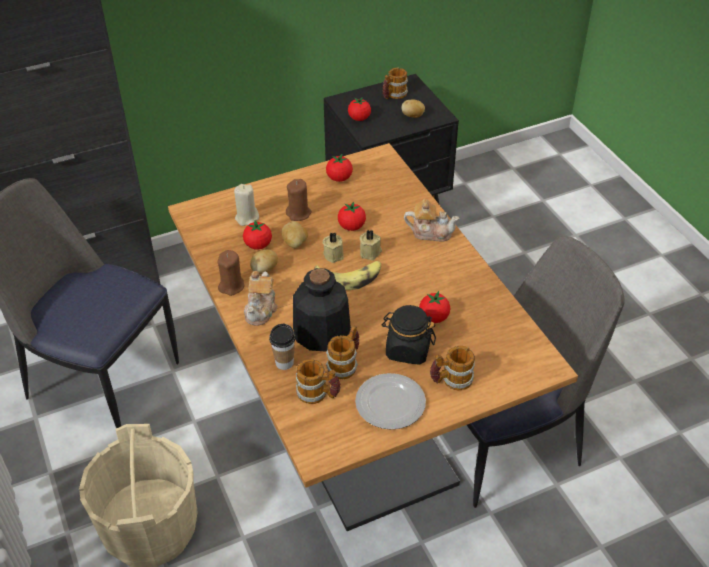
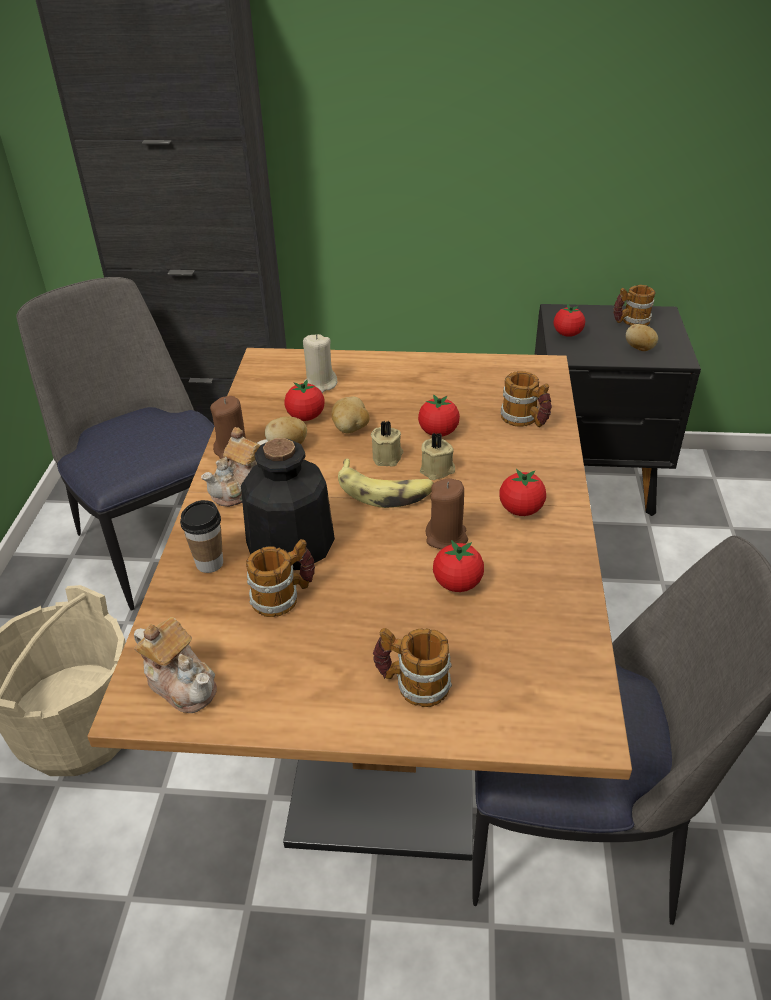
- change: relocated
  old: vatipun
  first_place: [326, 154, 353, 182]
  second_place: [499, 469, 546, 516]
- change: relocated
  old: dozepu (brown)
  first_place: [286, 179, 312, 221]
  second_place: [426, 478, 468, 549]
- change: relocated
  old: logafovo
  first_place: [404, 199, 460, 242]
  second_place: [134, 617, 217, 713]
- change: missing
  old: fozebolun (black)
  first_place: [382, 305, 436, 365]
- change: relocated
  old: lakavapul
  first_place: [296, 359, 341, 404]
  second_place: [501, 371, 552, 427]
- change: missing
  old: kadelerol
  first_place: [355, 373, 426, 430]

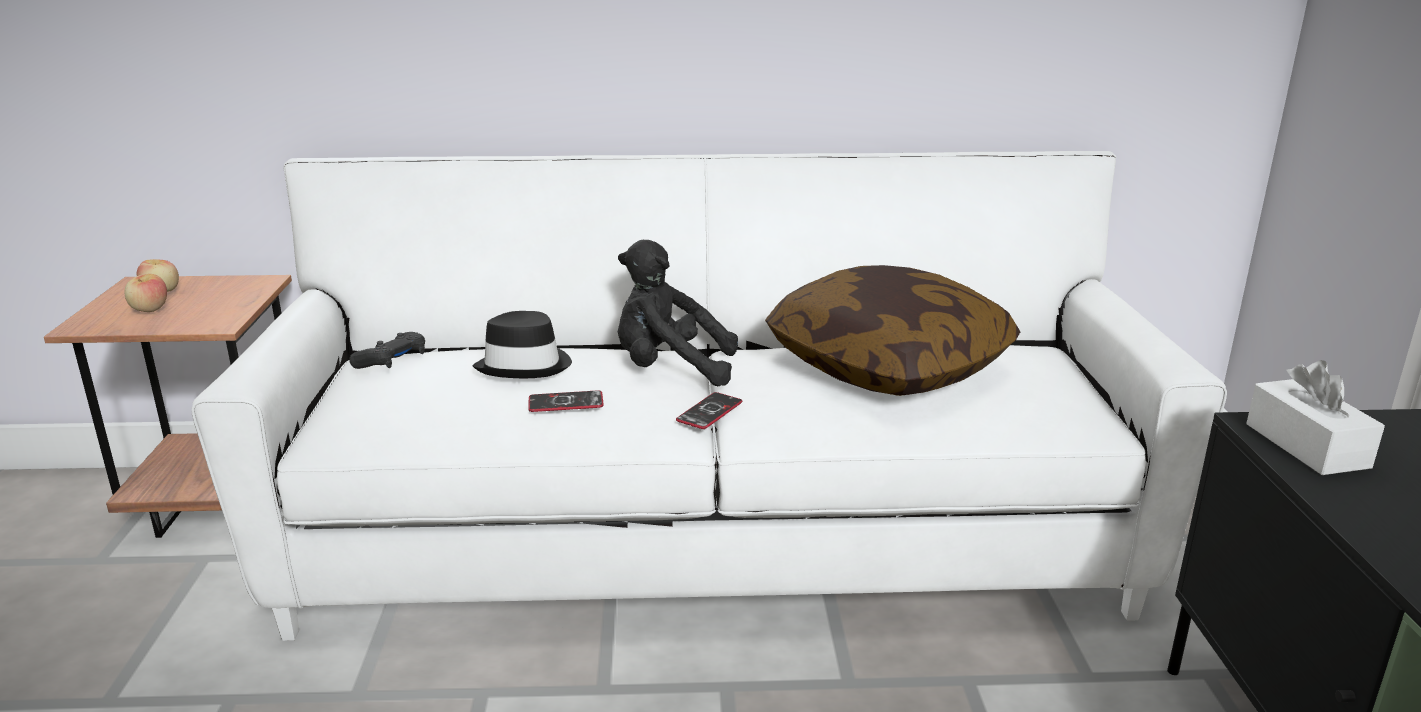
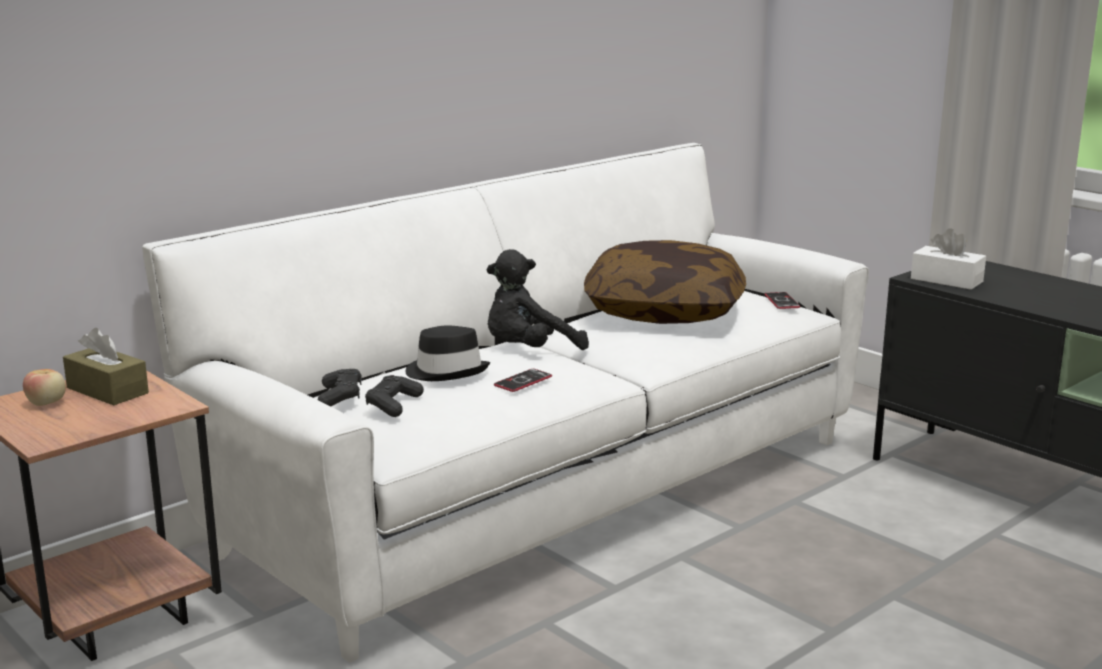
- change: missing
  old: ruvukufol
  first_place: [125, 274, 167, 312]
- change: relocated
  old: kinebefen
  first_place: [676, 392, 742, 429]
  second_place: [764, 292, 800, 309]
- change: appeared
  new: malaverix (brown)
  second_place: [63, 328, 149, 405]
- change: appeared
  new: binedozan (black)
  second_place: [365, 375, 424, 417]

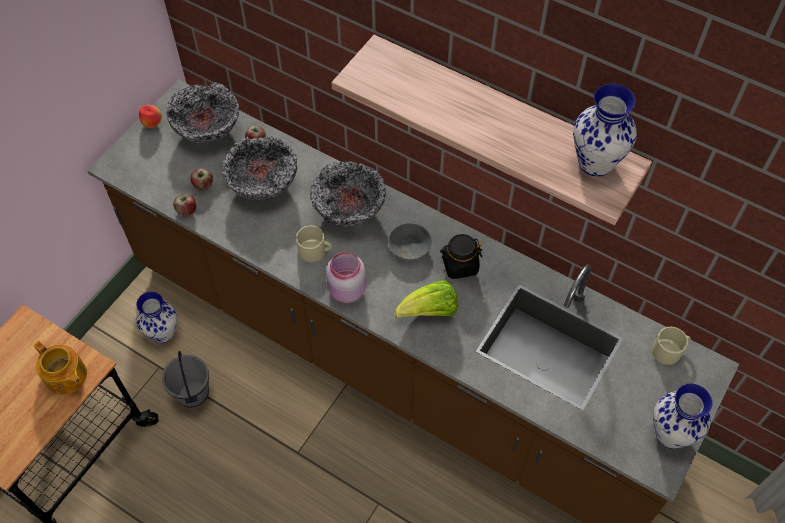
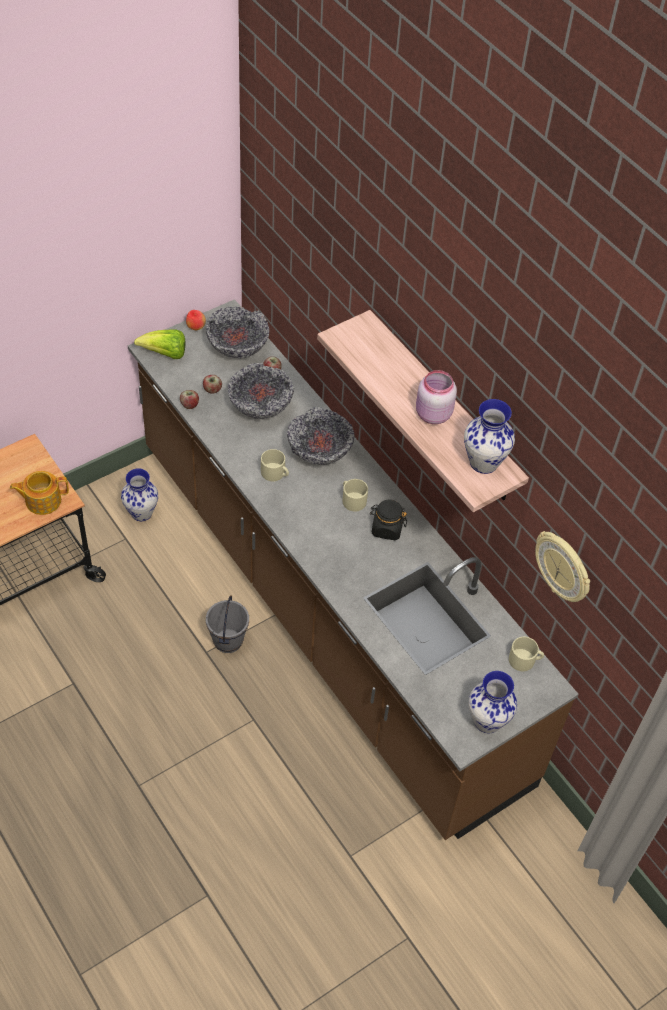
- change: exchanged
  old: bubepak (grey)
  new: lakavapul (beige)
  first_place: [388, 223, 432, 260]
  second_place: [343, 479, 368, 512]
- change: relocated
  old: fozebolun (pink)
  first_place: [326, 252, 366, 303]
  second_place: [416, 370, 457, 424]
- change: relocated
  old: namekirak
  first_place: [394, 280, 458, 318]
  second_place: [134, 329, 185, 359]
- change: spun
  old: logafovo
  first_place: [34, 341, 87, 395]
  second_place: [10, 471, 69, 515]
  degrees: 105
- change: relocated
  old: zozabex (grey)
  first_place: [162, 351, 209, 409]
  second_place: [206, 596, 249, 653]
- change: appeared
  new: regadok
  second_place: [535, 531, 590, 602]

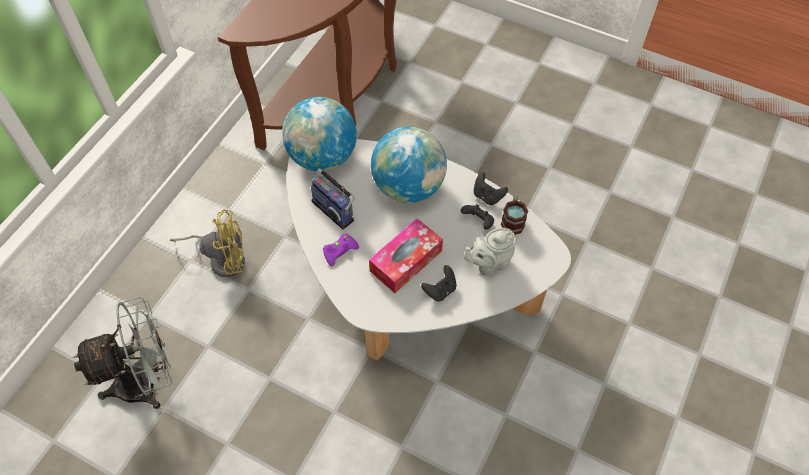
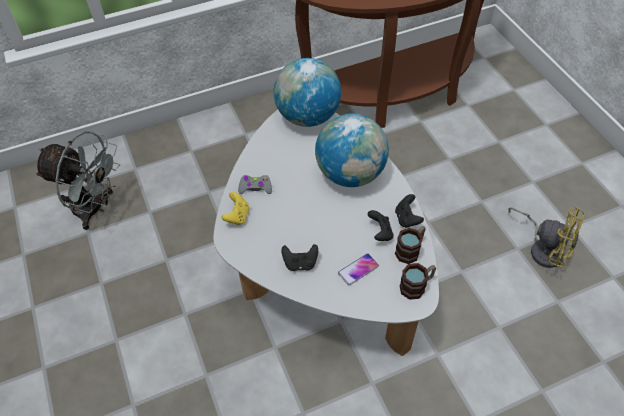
- change: missing
  old: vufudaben
  first_place: [311, 168, 355, 230]
- change: relocated
  old: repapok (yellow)
  first_place: [170, 209, 245, 277]
  second_place: [508, 207, 585, 268]
- change: missing
  old: malaverix
  first_place: [369, 218, 443, 293]
- change: exchanged
  old: logafovo (grey)
  new: kinebefen
  first_place: [464, 228, 516, 276]
  second_place: [338, 253, 379, 285]
- change: colour
  old: binedozan (purple)
  new: binedozan (grey)
  first_place: [323, 233, 359, 266]
  second_place: [238, 175, 272, 194]
- change: appeared
  new: binedozan (yellow)
  second_place: [222, 192, 249, 225]
- change: appeared
  new: lakavapul
  second_place: [399, 263, 436, 300]

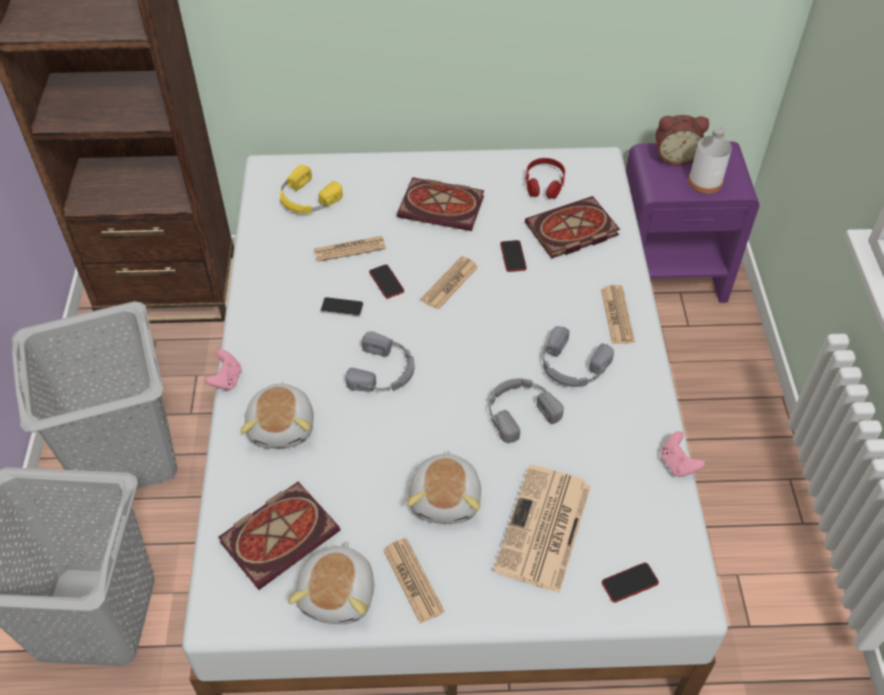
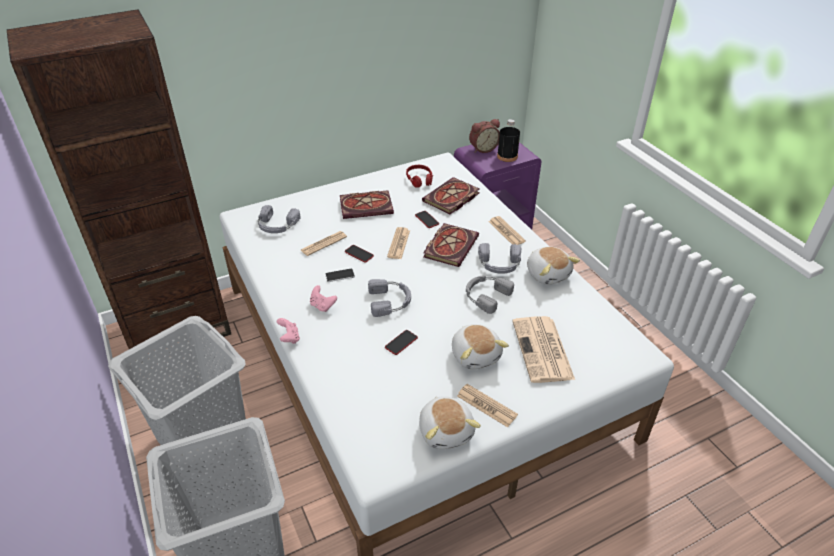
- change: colour
  old: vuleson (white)
  new: vuleson (black)
  first_place: [688, 127, 732, 194]
  second_place: [497, 119, 520, 162]
- change: colour
  old: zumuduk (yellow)
  new: zumuduk (grey)
  first_place: [280, 165, 343, 214]
  second_place: [258, 205, 300, 233]
- change: relocated
  old: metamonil
  first_place: [241, 382, 314, 448]
  second_place: [527, 247, 580, 285]
- change: relocated
  old: binedozan (pink)
  first_place: [661, 431, 705, 477]
  second_place: [310, 285, 337, 312]
- change: relocated
  old: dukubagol
  first_place: [218, 482, 340, 590]
  second_place: [423, 223, 479, 267]
- change: relocated
  old: kinebefen
  first_place: [602, 563, 659, 602]
  second_place: [385, 330, 418, 355]

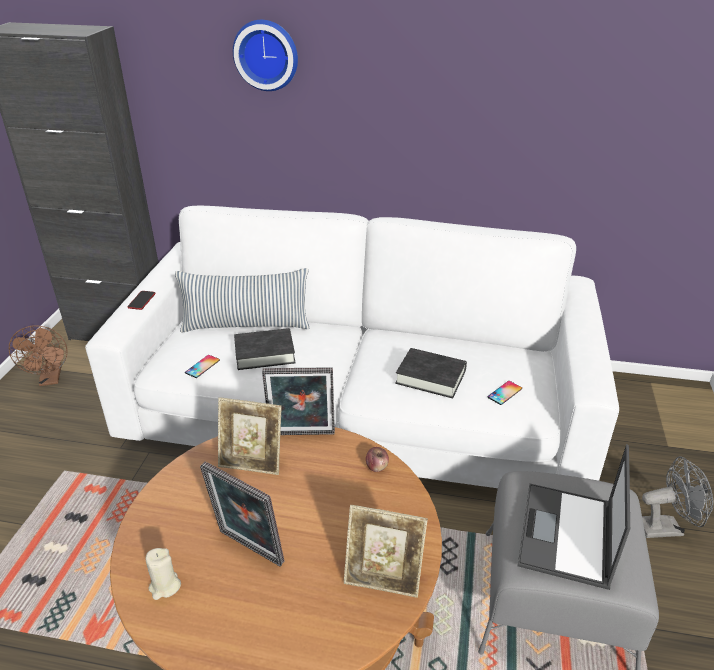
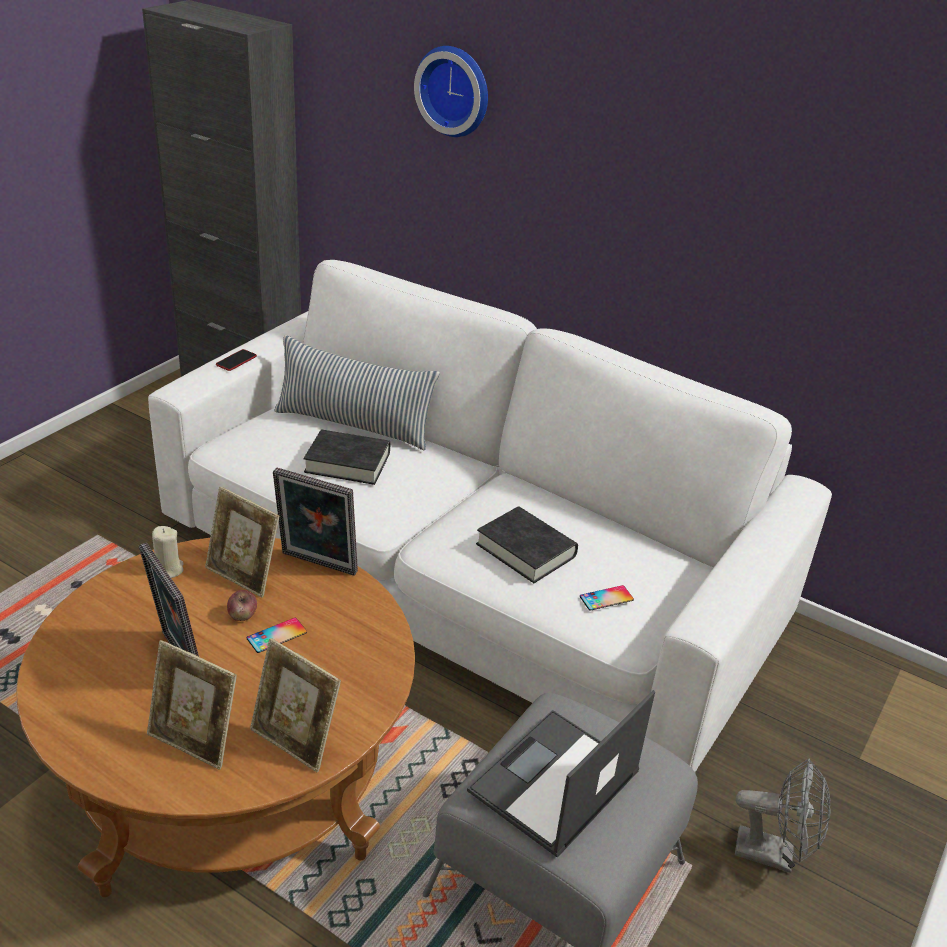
- change: missing
  old: repapok (brown)
  first_place: [9, 326, 68, 386]
- change: relocated
  old: kinebefen
  first_place: [185, 355, 220, 378]
  second_place: [247, 618, 307, 653]
- change: relocated
  old: ruvukufol
  first_place: [366, 447, 389, 472]
  second_place: [227, 590, 257, 621]
- change: relocated
  old: dozepu (beige)
  first_place: [146, 548, 181, 600]
  second_place: [152, 526, 184, 578]
- change: appeared
  new: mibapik
  second_place: [147, 640, 237, 770]

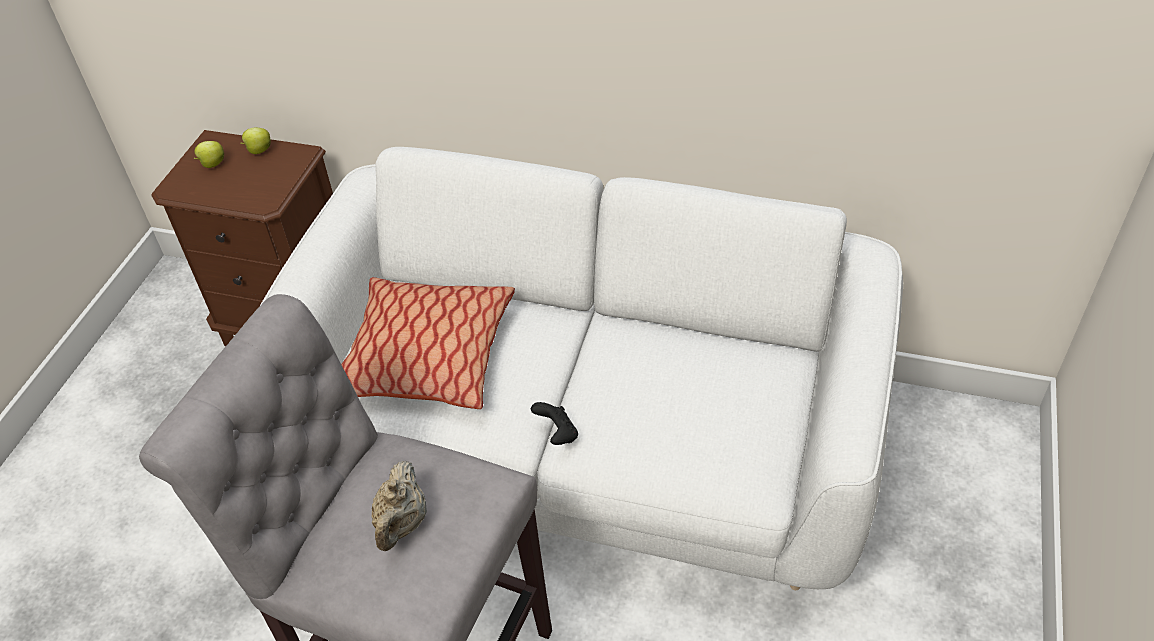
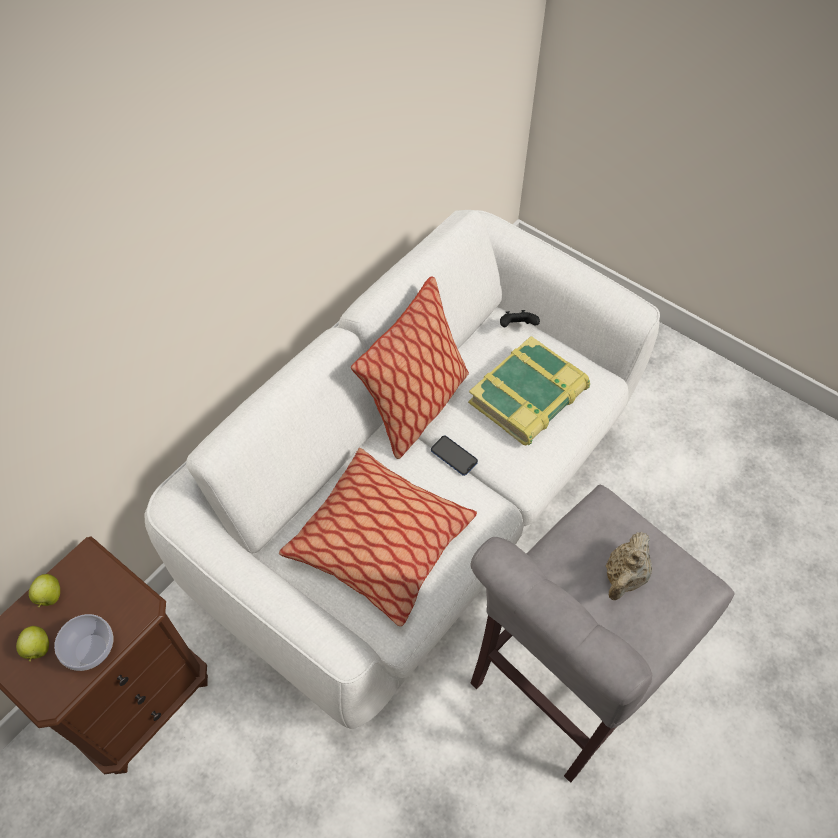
- change: relocated
  old: binedozan (black)
  first_place: [531, 402, 578, 445]
  second_place: [500, 310, 540, 327]
- change: spun
  old: logafovo (beige)
  first_place: [371, 461, 427, 551]
  second_place: [606, 532, 652, 600]
  degrees: 90
- change: appeared
  new: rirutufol
  second_place: [351, 277, 469, 459]
- change: appeared
  new: dukubagol
  second_place: [468, 336, 590, 446]
- change: appeared
  new: kinebefen
  second_place: [431, 436, 478, 476]
- change: appeared
  new: bubepak
  second_place: [54, 614, 113, 671]

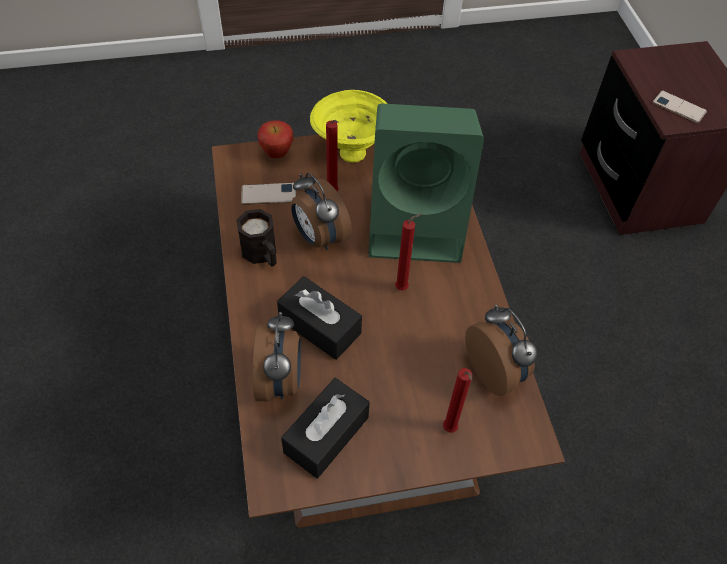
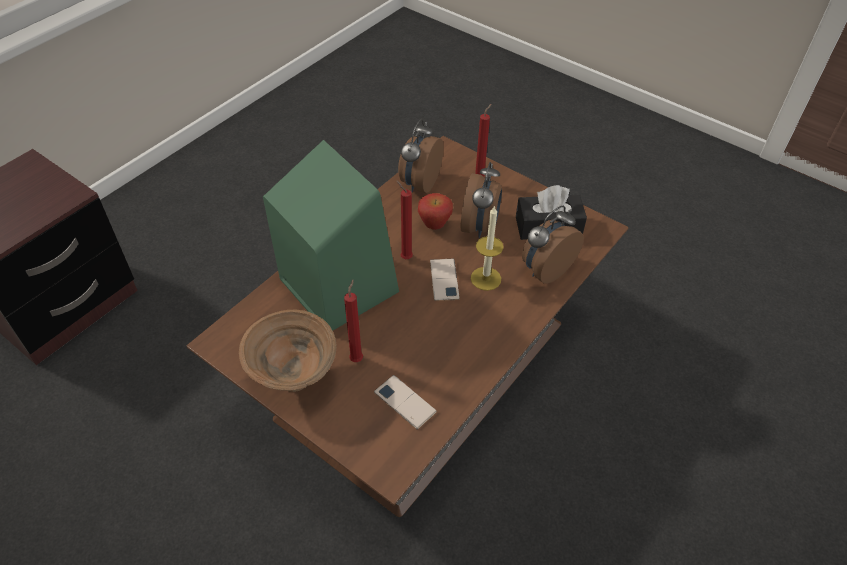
- change: colour
  old: bubepak (yellow)
  new: bubepak (brown)
  first_place: [310, 90, 387, 163]
  second_place: [239, 310, 336, 392]
- change: relocated
  old: kinebefen
  first_place: [652, 90, 707, 124]
  second_place: [430, 259, 460, 301]
- change: relocated
  old: ruvukufol
  first_place: [257, 120, 293, 158]
  second_place: [418, 193, 453, 230]
- change: relocated
  old: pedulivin
  first_place: [291, 172, 352, 250]
  second_place: [461, 162, 502, 238]
- change: missing
  old: lakavapul (black)
  first_place: [237, 209, 277, 266]
- change: exchanged
  old: malaverix (black)
  new: dozepu
  first_place: [277, 276, 362, 360]
  second_place: [471, 205, 503, 291]

